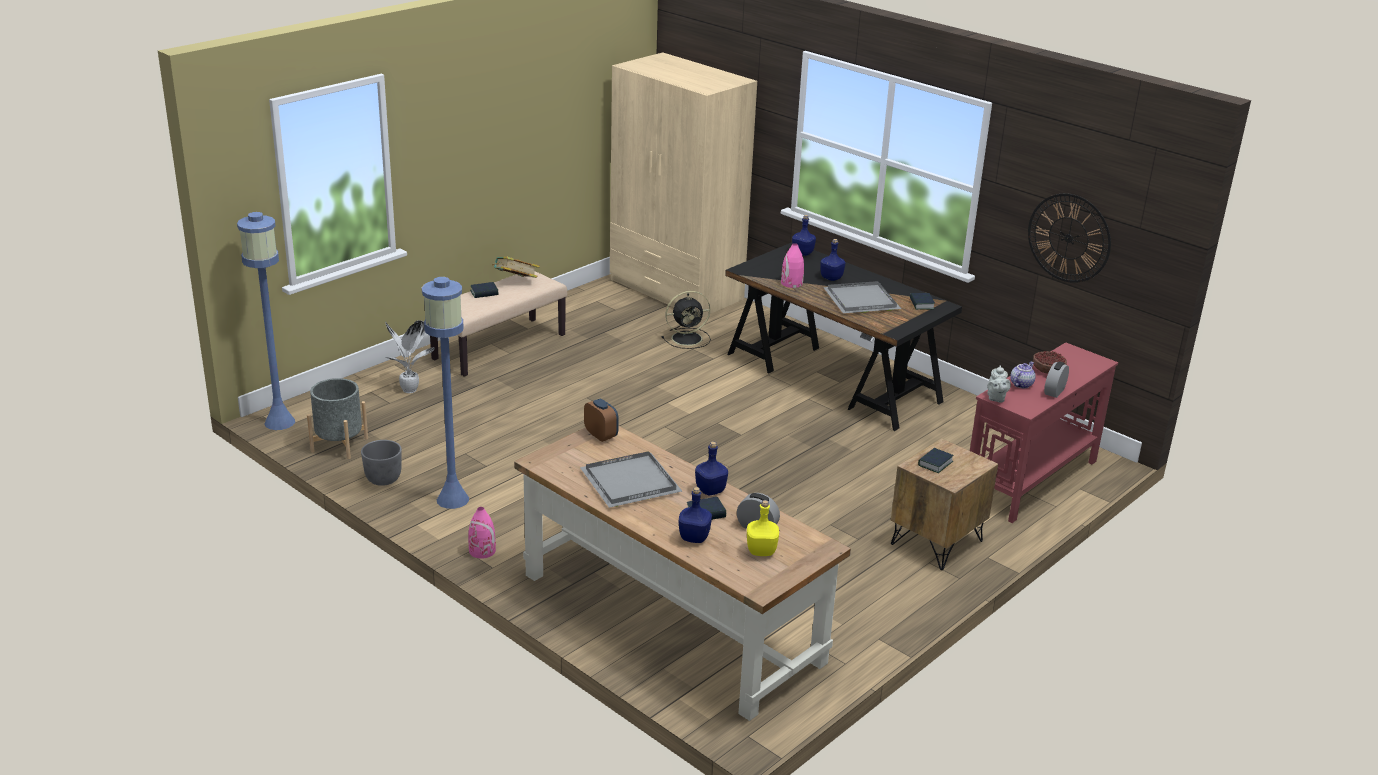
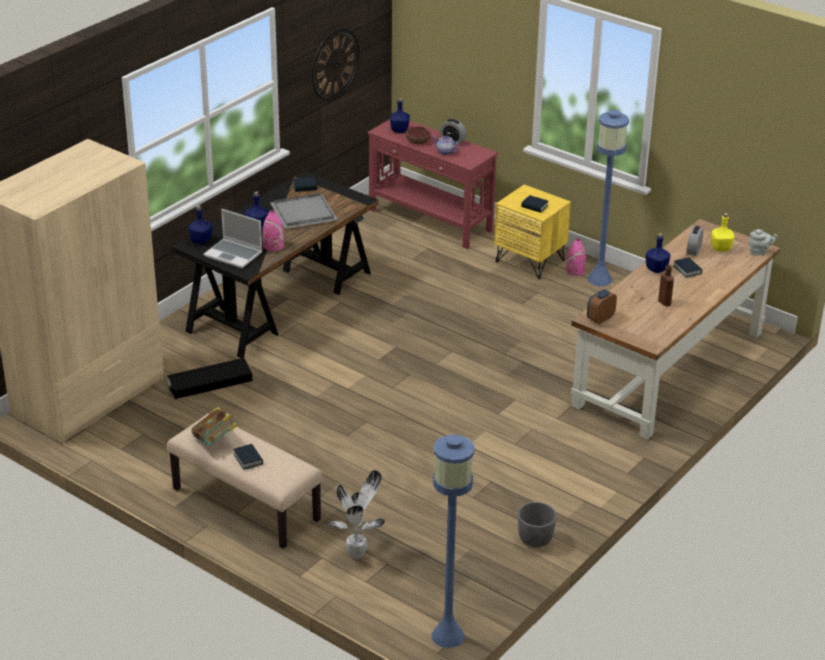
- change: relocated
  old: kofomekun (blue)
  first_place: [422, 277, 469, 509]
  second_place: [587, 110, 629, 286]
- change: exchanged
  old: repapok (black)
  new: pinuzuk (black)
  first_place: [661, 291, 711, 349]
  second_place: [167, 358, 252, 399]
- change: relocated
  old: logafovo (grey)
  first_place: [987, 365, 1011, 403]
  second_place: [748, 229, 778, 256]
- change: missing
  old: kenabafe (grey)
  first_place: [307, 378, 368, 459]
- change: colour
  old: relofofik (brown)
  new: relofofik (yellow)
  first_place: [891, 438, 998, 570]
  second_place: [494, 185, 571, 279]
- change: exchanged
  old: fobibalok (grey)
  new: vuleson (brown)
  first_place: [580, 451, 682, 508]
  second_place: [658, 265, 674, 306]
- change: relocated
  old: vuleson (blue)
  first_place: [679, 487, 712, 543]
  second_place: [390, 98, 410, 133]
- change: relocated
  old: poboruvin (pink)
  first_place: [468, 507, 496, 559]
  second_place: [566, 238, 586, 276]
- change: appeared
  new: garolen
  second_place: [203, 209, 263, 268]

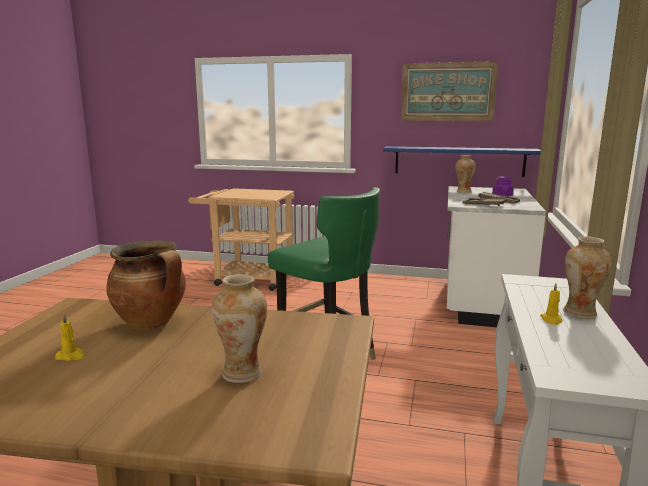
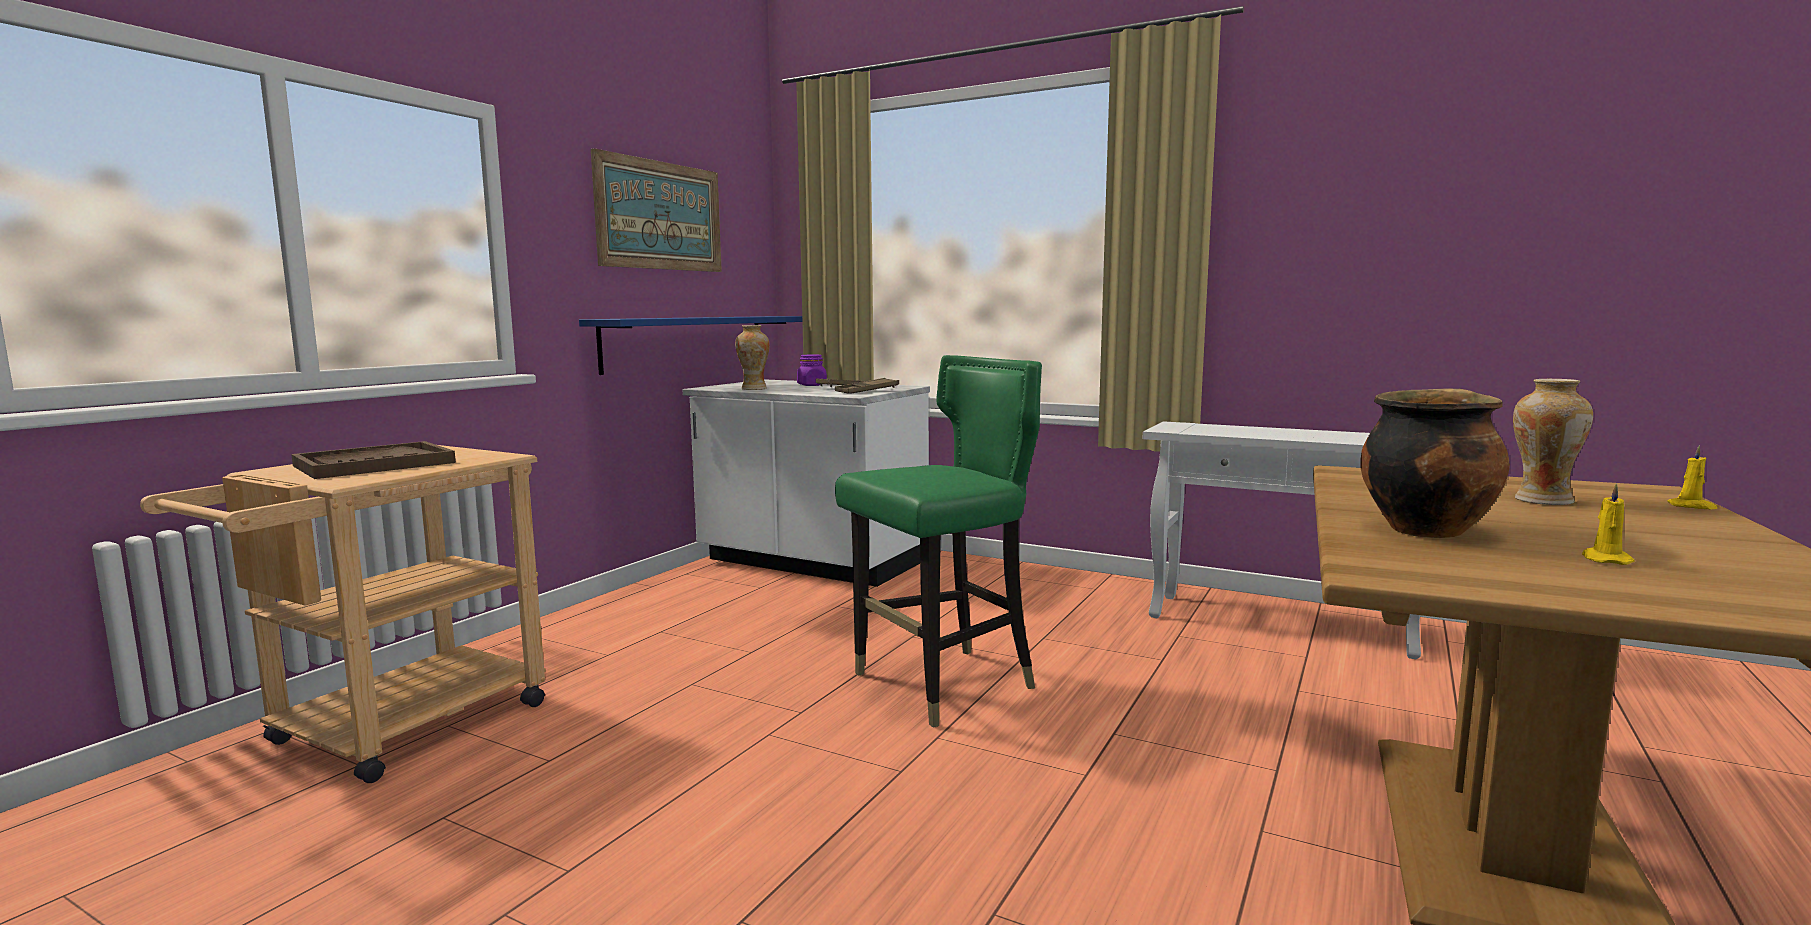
- change: missing
  old: poboruvin
  first_place: [563, 236, 612, 319]
- change: relocated
  old: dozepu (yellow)
  first_place: [540, 283, 562, 325]
  second_place: [1667, 445, 1717, 509]
- change: appeared
  new: fobibalok (brown)
  second_place: [291, 441, 456, 479]

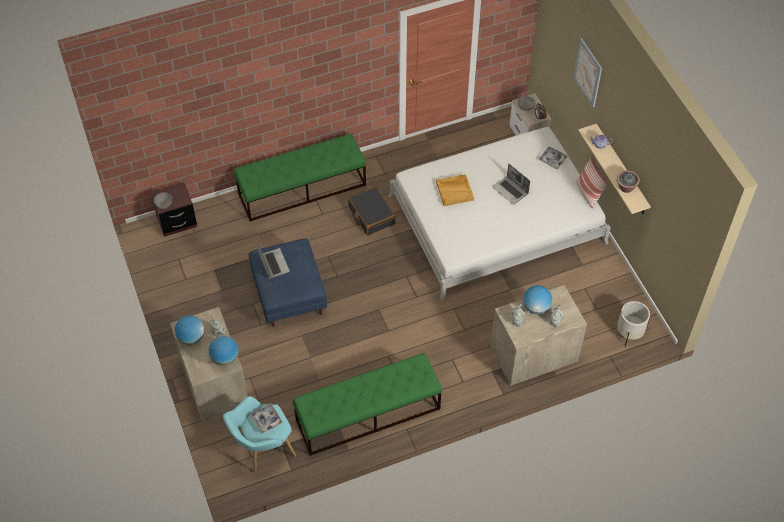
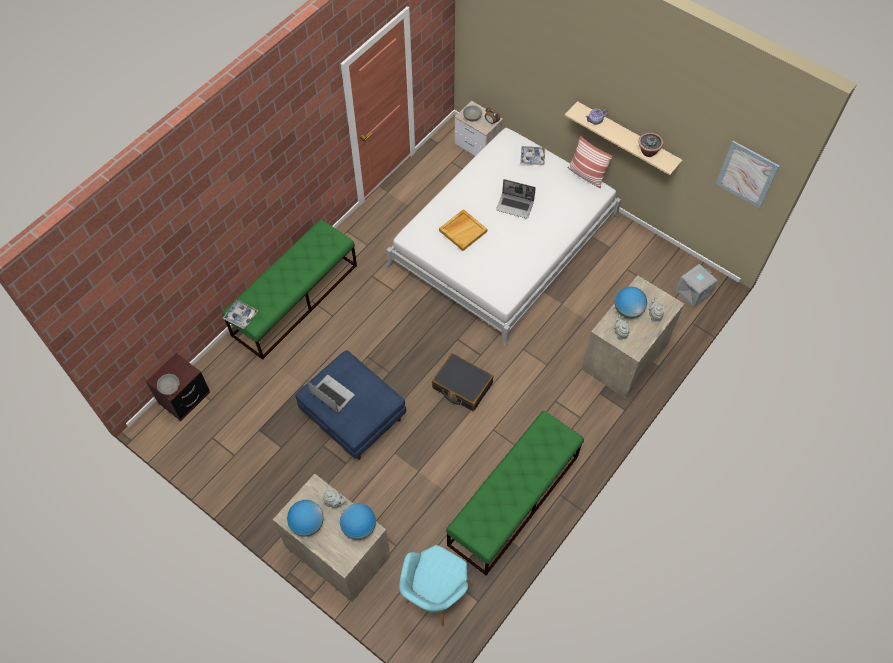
- change: relocated
  old: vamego
  first_place: [573, 38, 602, 107]
  second_place: [716, 141, 779, 208]
- change: relocated
  old: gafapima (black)
  first_place: [348, 186, 396, 236]
  second_place: [432, 353, 494, 411]
- change: exchanged
  old: kenabafe (white)
  new: pinuzuk (grey)
  first_place: [617, 301, 650, 346]
  second_place: [676, 263, 718, 307]
- change: relocated
  old: fobibalok
  first_place: [250, 403, 283, 433]
  second_place: [223, 300, 259, 329]

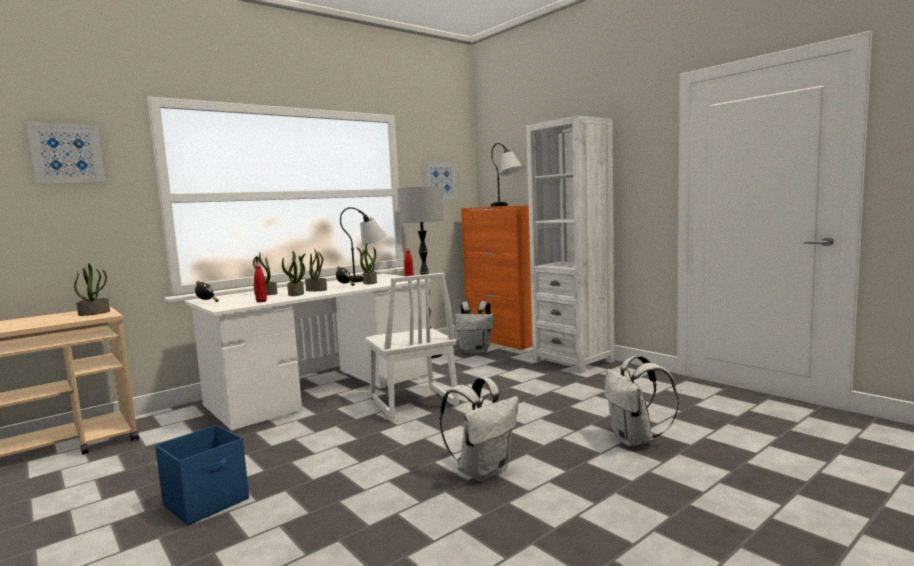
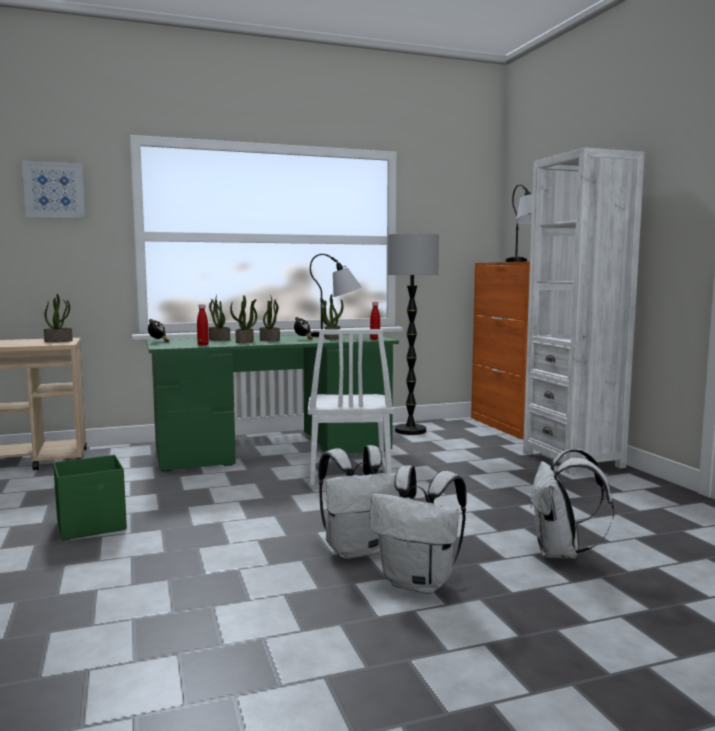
- change: missing
  old: vamego
  first_place: [424, 161, 458, 200]
- change: colour
  old: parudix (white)
  new: parudix (green)
  first_place: [185, 274, 431, 431]
  second_place: [146, 333, 399, 472]
- change: relocated
  old: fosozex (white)
  first_place: [454, 301, 494, 354]
  second_place: [369, 465, 467, 594]
- change: colour
  old: pinuzuk (blue)
  new: pinuzuk (green)
  first_place: [155, 425, 249, 526]
  second_place: [53, 455, 127, 540]

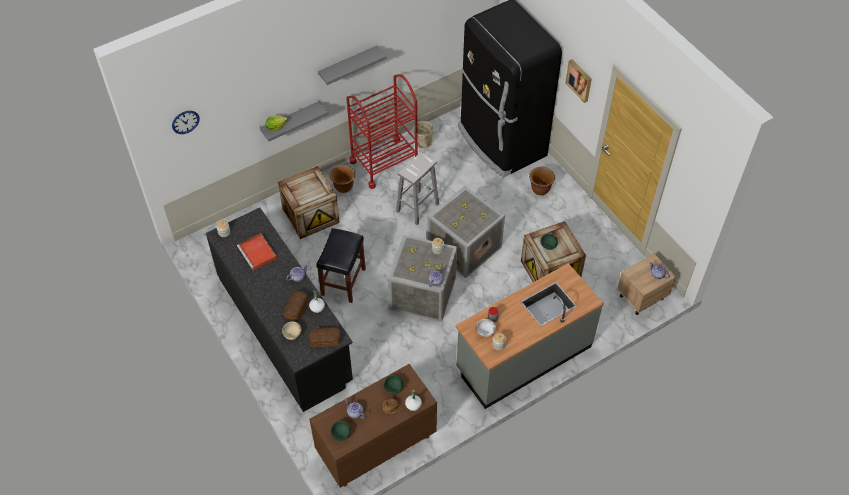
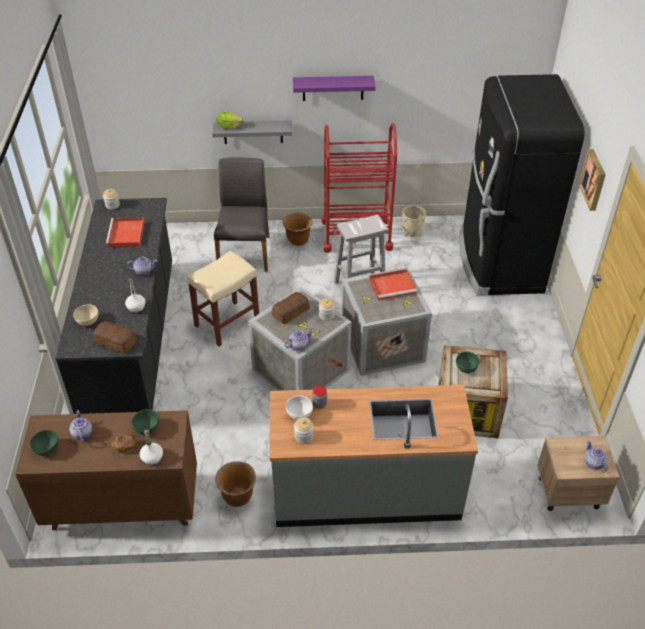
- change: colour
  old: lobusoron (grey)
  new: lobusoron (purple)
  first_place: [318, 46, 386, 85]
  second_place: [293, 76, 376, 101]
- change: missing
  old: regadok
  first_place: [172, 111, 200, 134]
- change: exchanged
  old: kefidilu
  new: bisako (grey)
  first_place: [278, 166, 340, 239]
  second_place: [214, 158, 269, 272]
- change: relocated
  old: kenabafe (brown)
  first_place: [529, 167, 555, 195]
  second_place: [215, 461, 256, 507]
- change: colour
  old: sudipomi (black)
  new: sudipomi (beige)
  first_place: [316, 228, 366, 303]
  second_place: [187, 251, 259, 347]
- change: relocated
  old: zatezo
  first_place: [284, 291, 309, 321]
  second_place: [272, 292, 310, 324]
- change: appeared
  new: fobibalok (red)
  second_place: [369, 269, 417, 301]

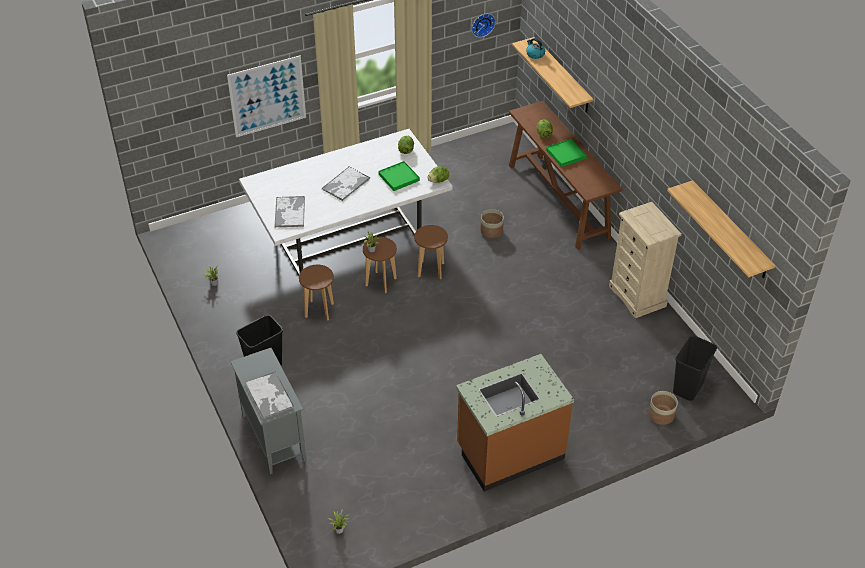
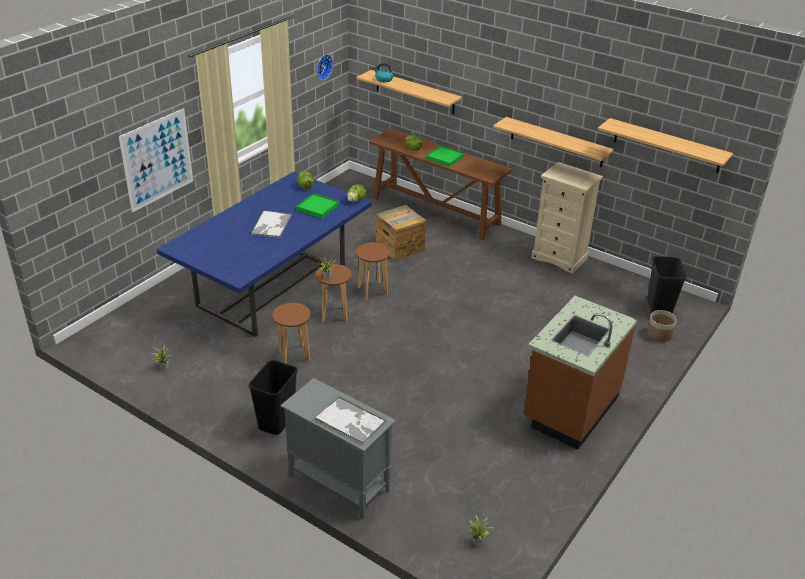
- change: colour
  old: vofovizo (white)
  new: vofovizo (blue)
  first_place: [239, 129, 452, 276]
  second_place: [157, 172, 372, 337]
- change: missing
  old: fobibalok
  first_place: [274, 196, 305, 227]
- change: exchanged
  old: kenabafe
  new: kefidilu
  first_place: [480, 209, 504, 238]
  second_place: [376, 205, 426, 261]
- change: appeared
  new: lobusoron
  second_place: [493, 117, 613, 167]

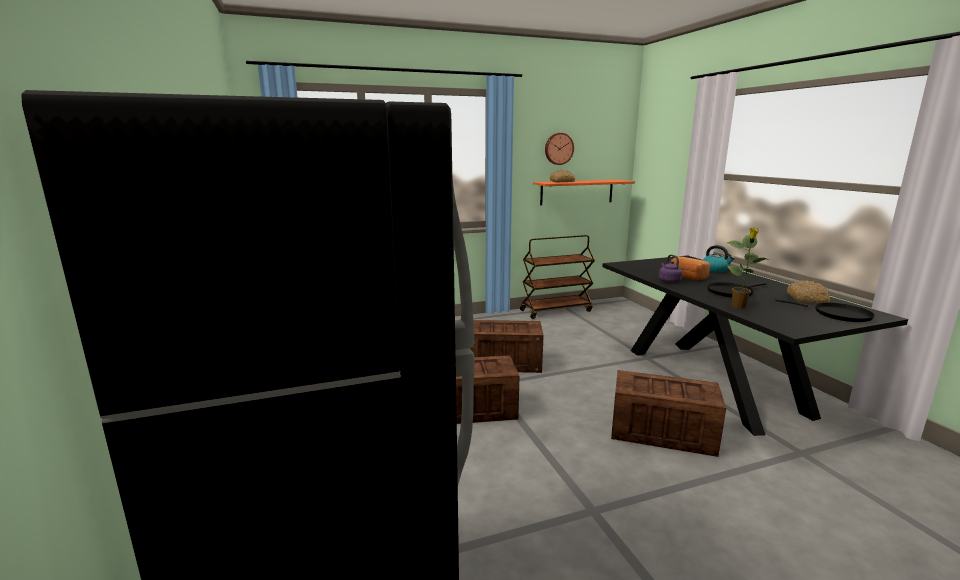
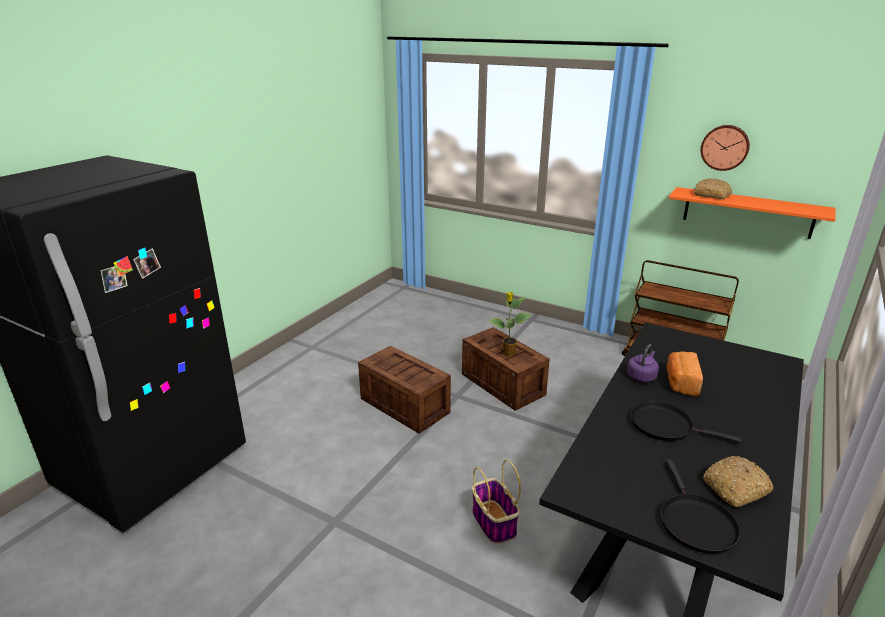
- change: relocated
  old: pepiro
  first_place: [727, 228, 771, 308]
  second_place: [488, 292, 532, 357]
- change: missing
  old: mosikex
  first_place: [703, 245, 735, 272]
- change: exchanged
  old: kefidilu
  new: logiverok
  first_place: [611, 370, 726, 457]
  second_place: [472, 460, 521, 544]

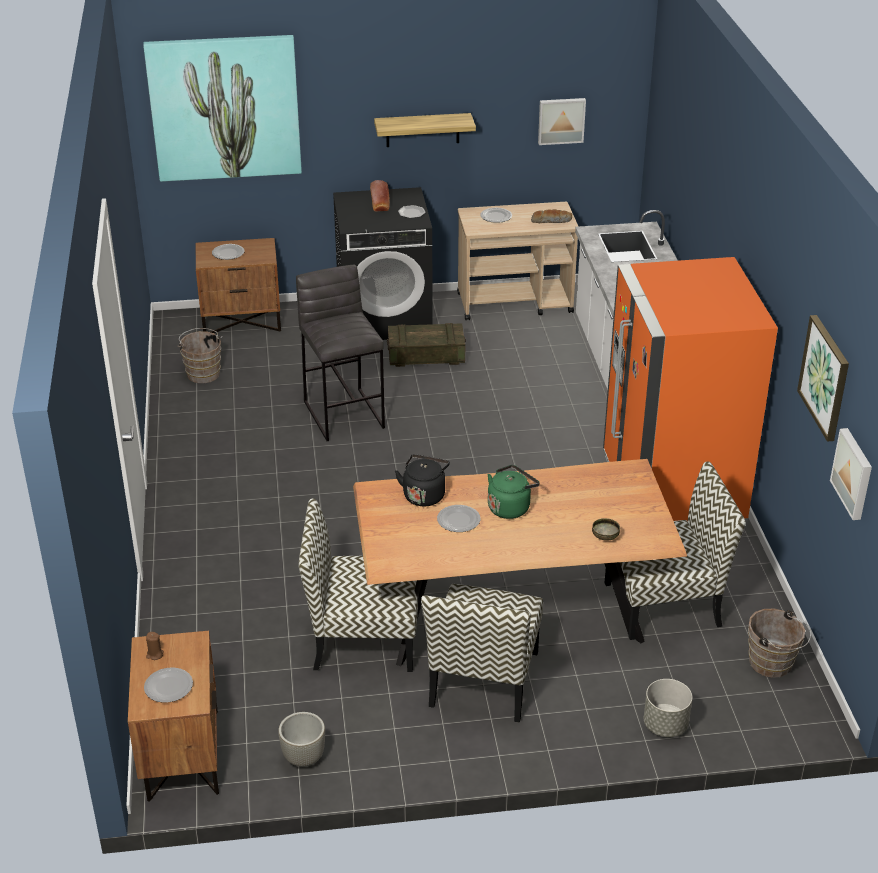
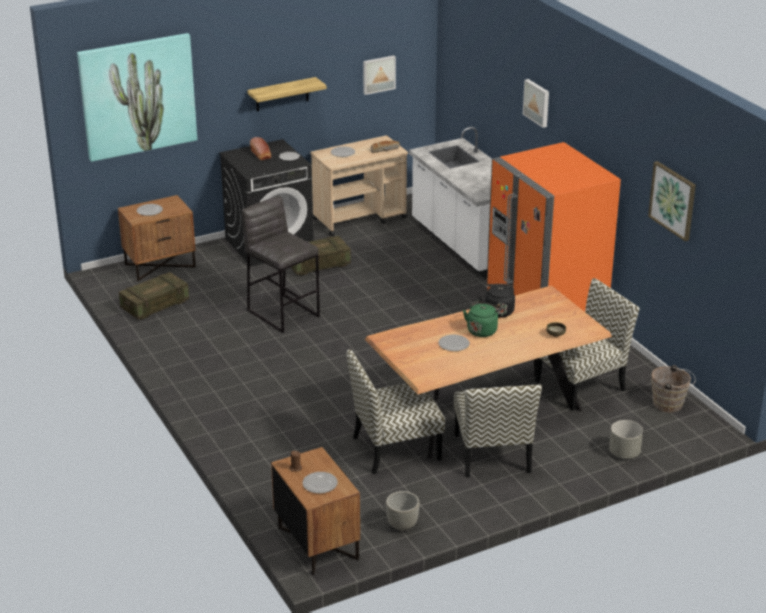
- change: exchanged
  old: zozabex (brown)
  new: kefidilu
  first_place: [177, 328, 222, 383]
  second_place: [119, 272, 189, 320]
- change: relocated
  old: vamego
  first_place: [830, 428, 872, 520]
  second_place: [523, 79, 549, 128]
- change: relocated
  old: mosikex (black)
  first_place: [395, 454, 450, 506]
  second_place: [479, 284, 515, 318]

